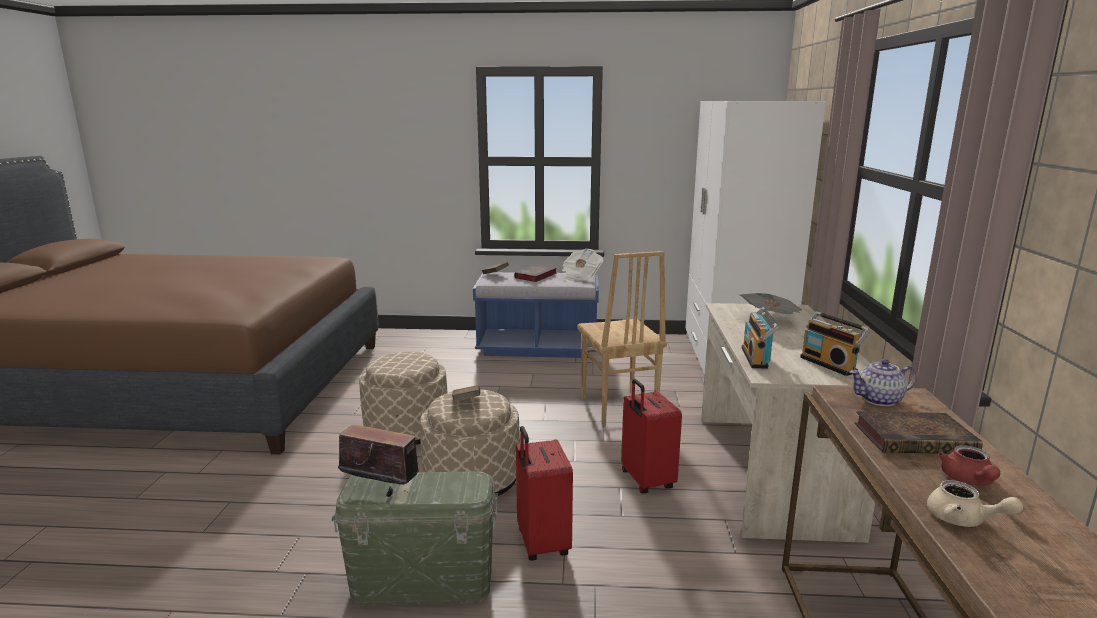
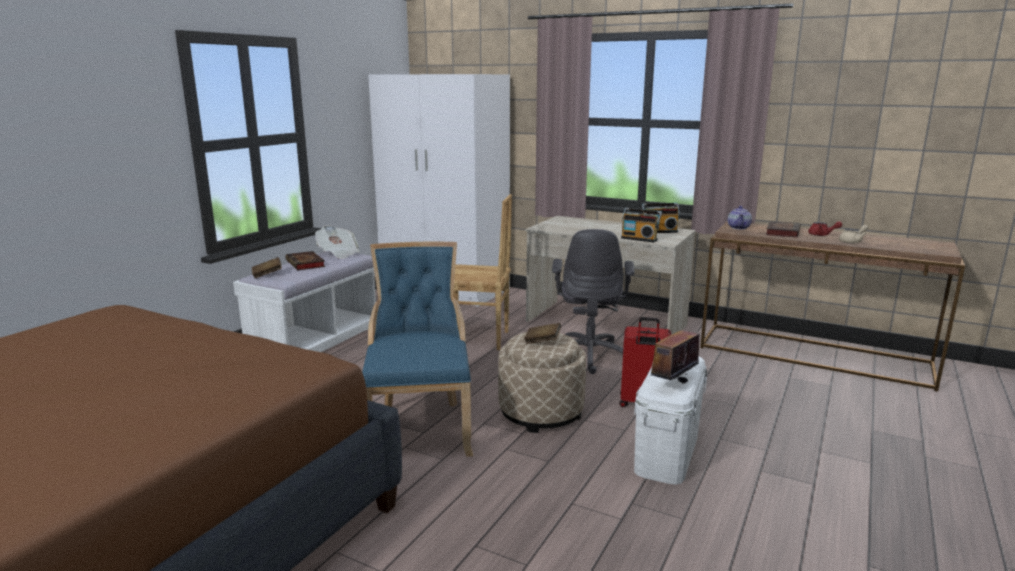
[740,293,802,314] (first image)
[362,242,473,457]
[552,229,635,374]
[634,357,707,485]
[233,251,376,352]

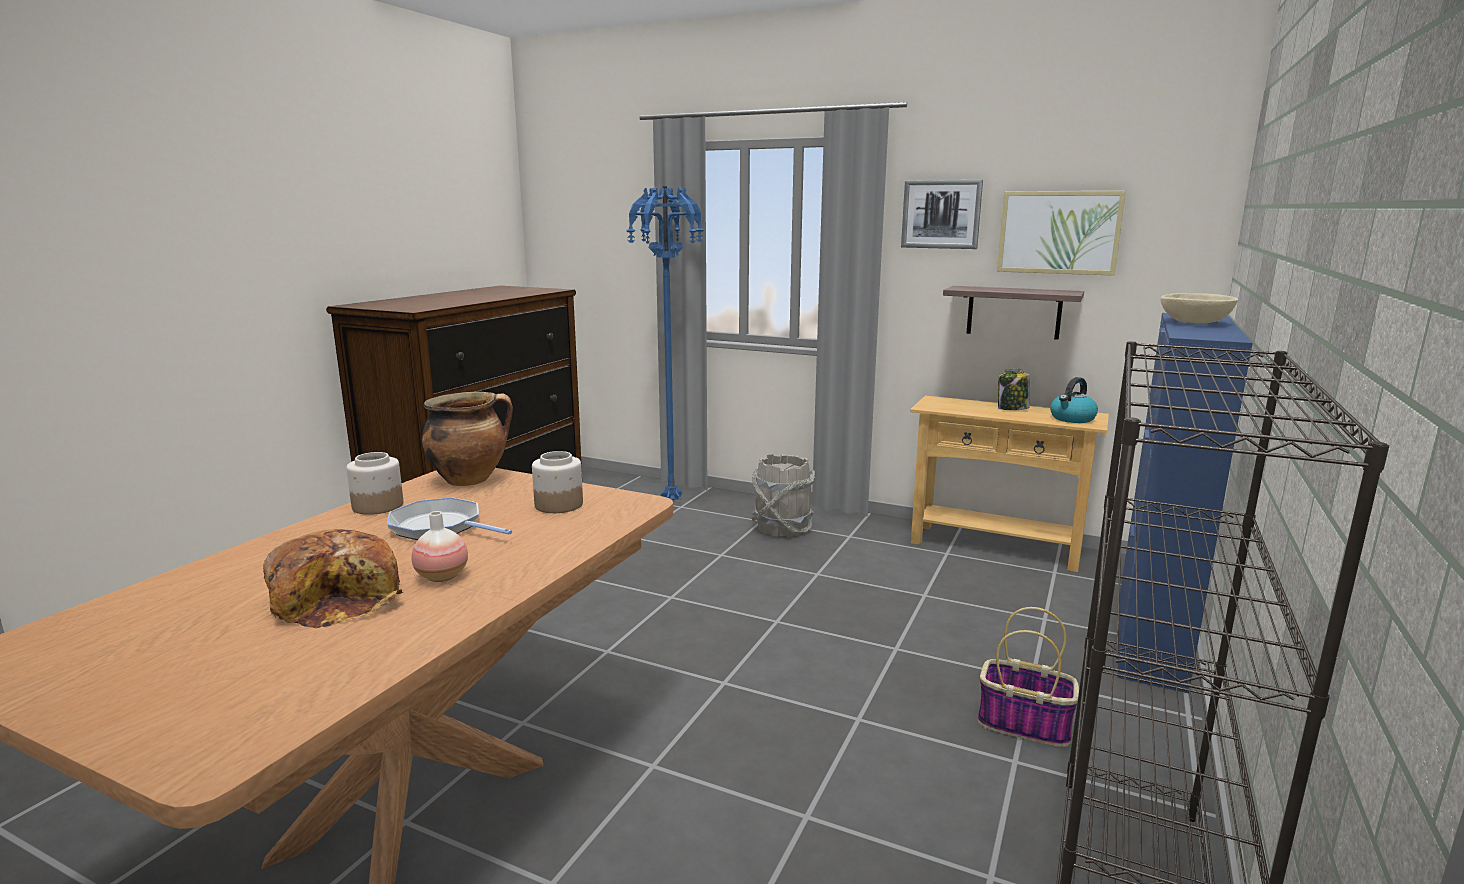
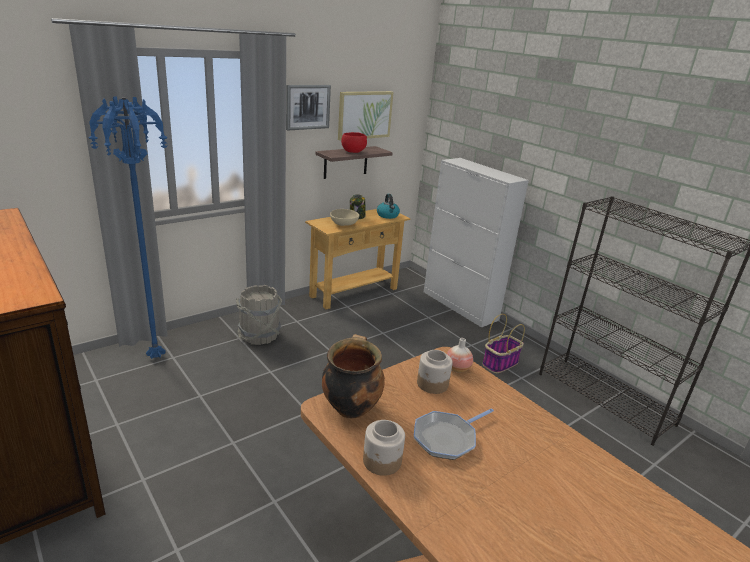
[263,529,403,629] (first image)
[341,132,367,153]
[447,338,473,373]
[330,209,359,226]
[424,158,529,328]

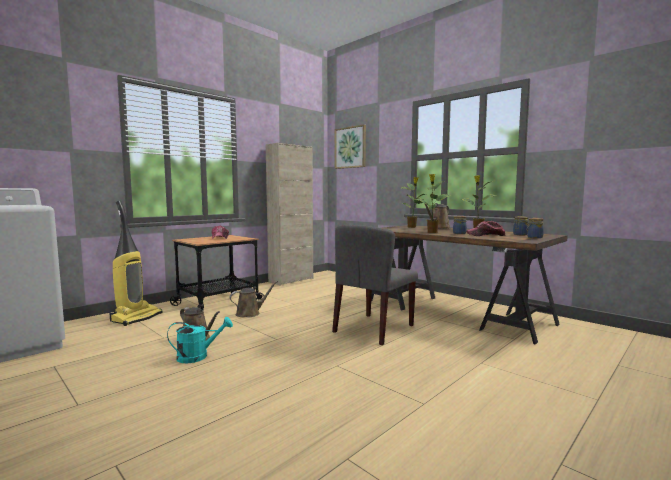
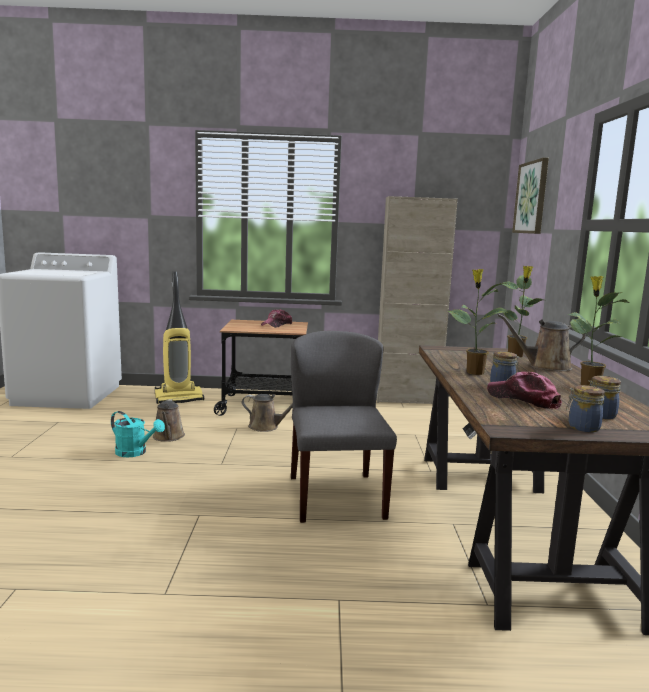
[291,331,397,523]

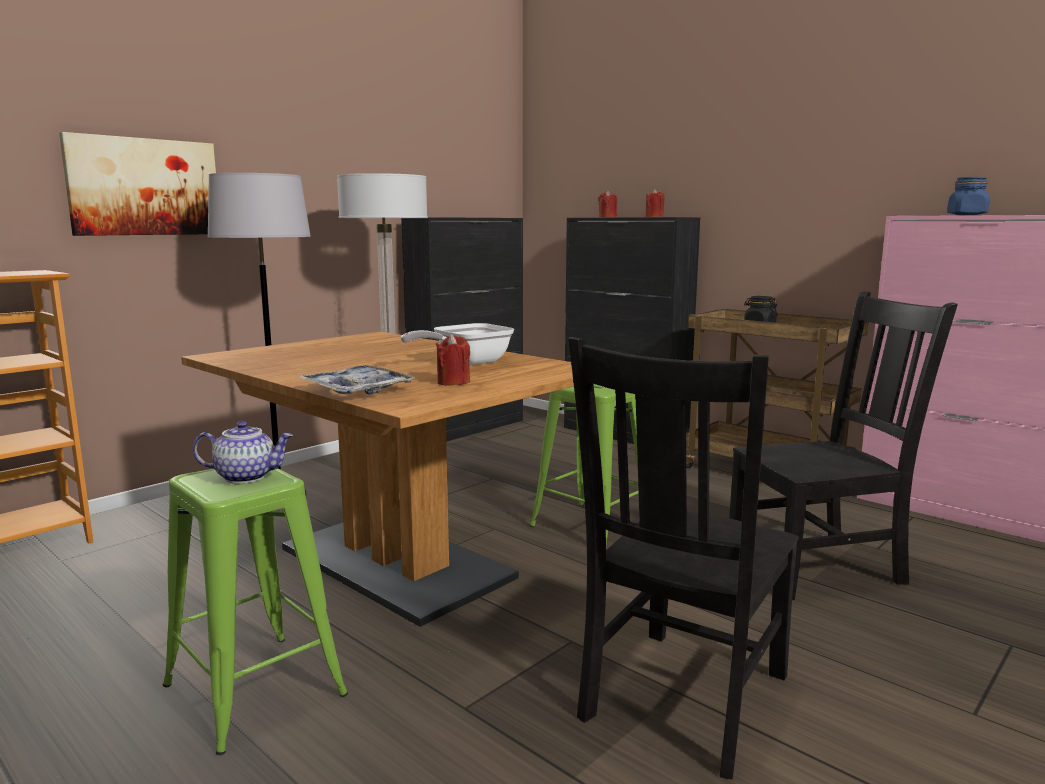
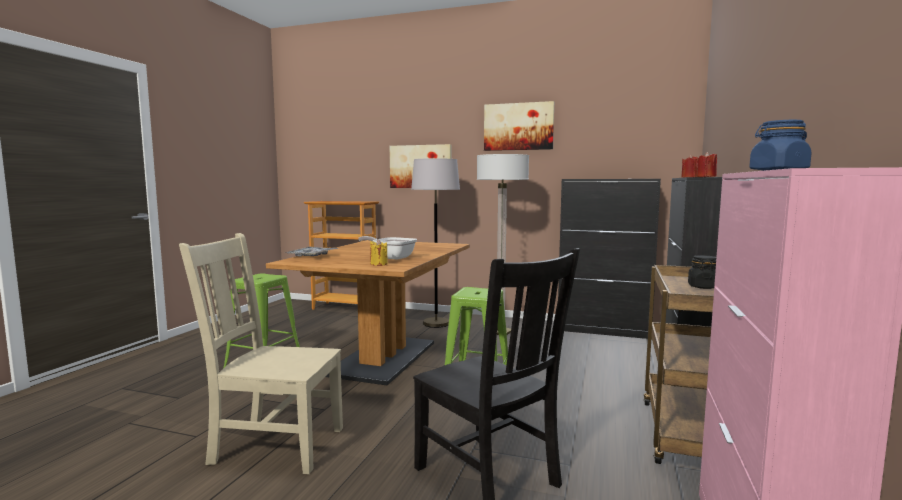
[193,421,293,484] (first image)
[436,334,470,386] (first image)
[370,239,388,266]
[484,101,554,151]
[179,233,343,474]

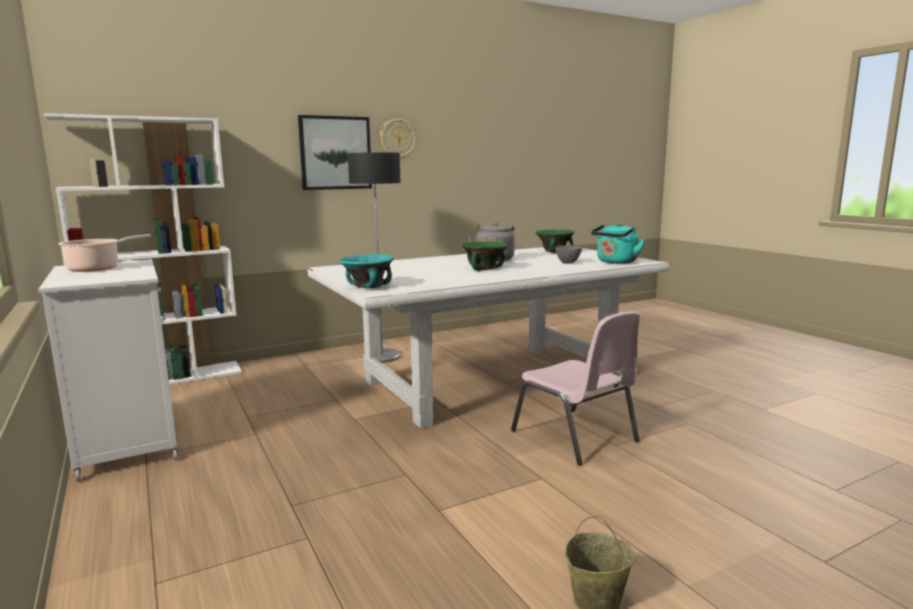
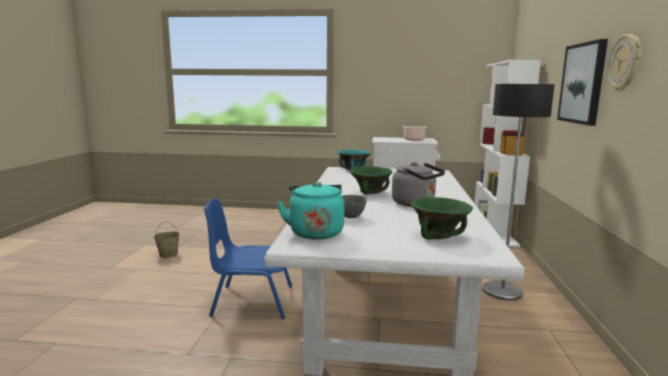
[204,198,292,319]

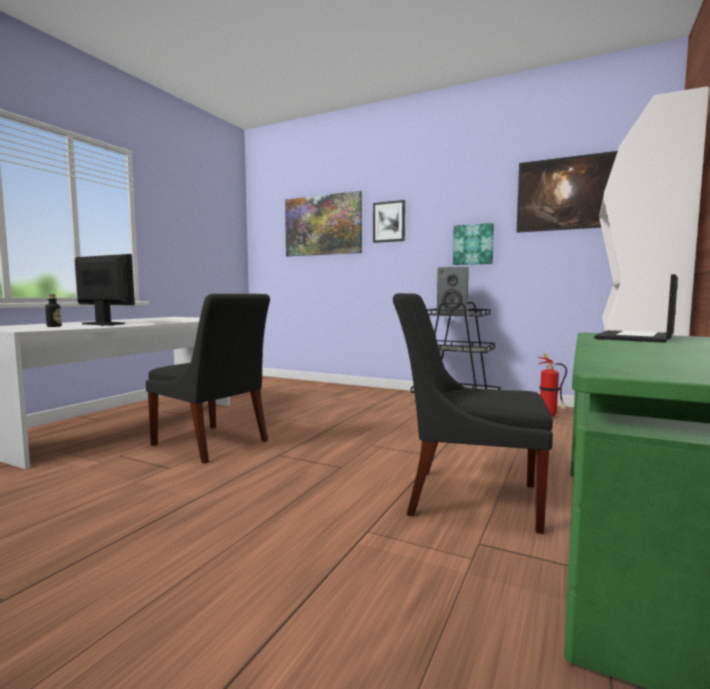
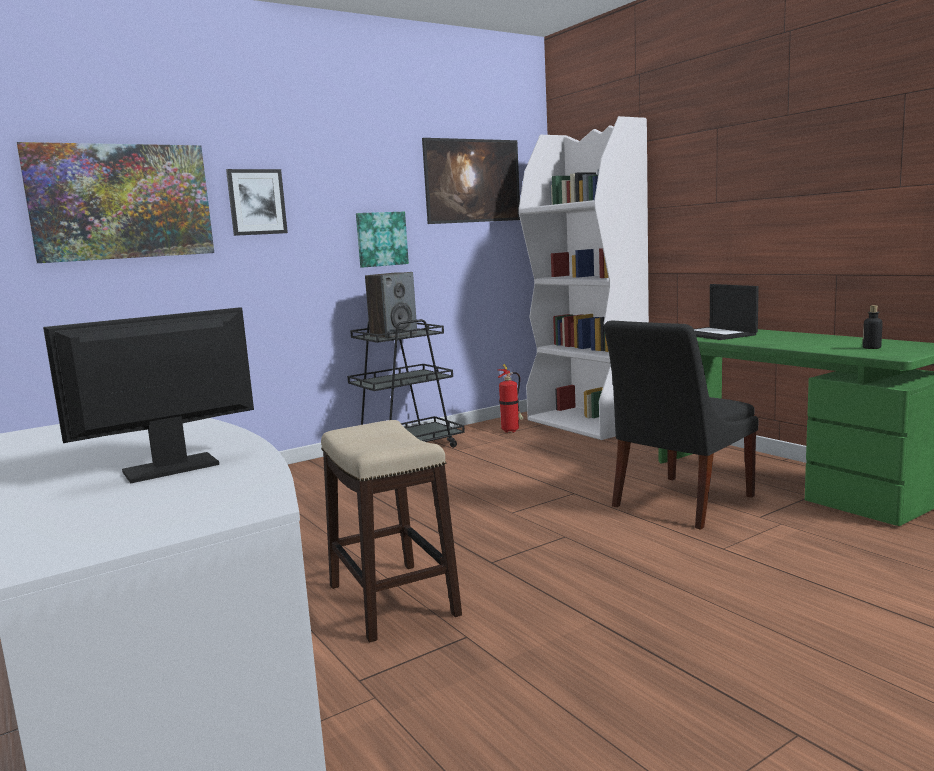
[863,305,883,349]
[321,420,462,642]

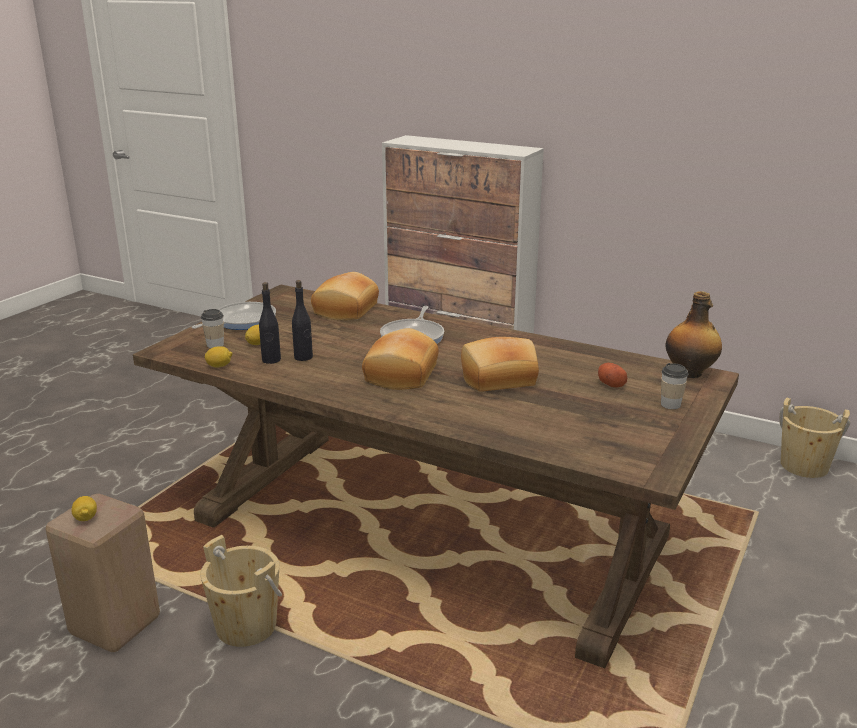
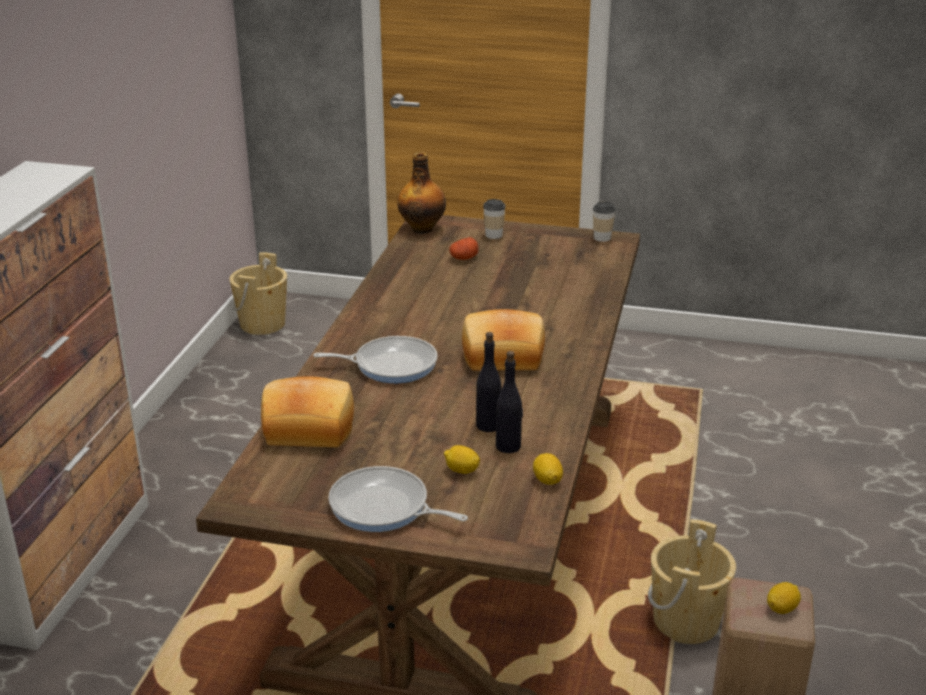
[461,337,539,392] (first image)
[593,202,616,242]

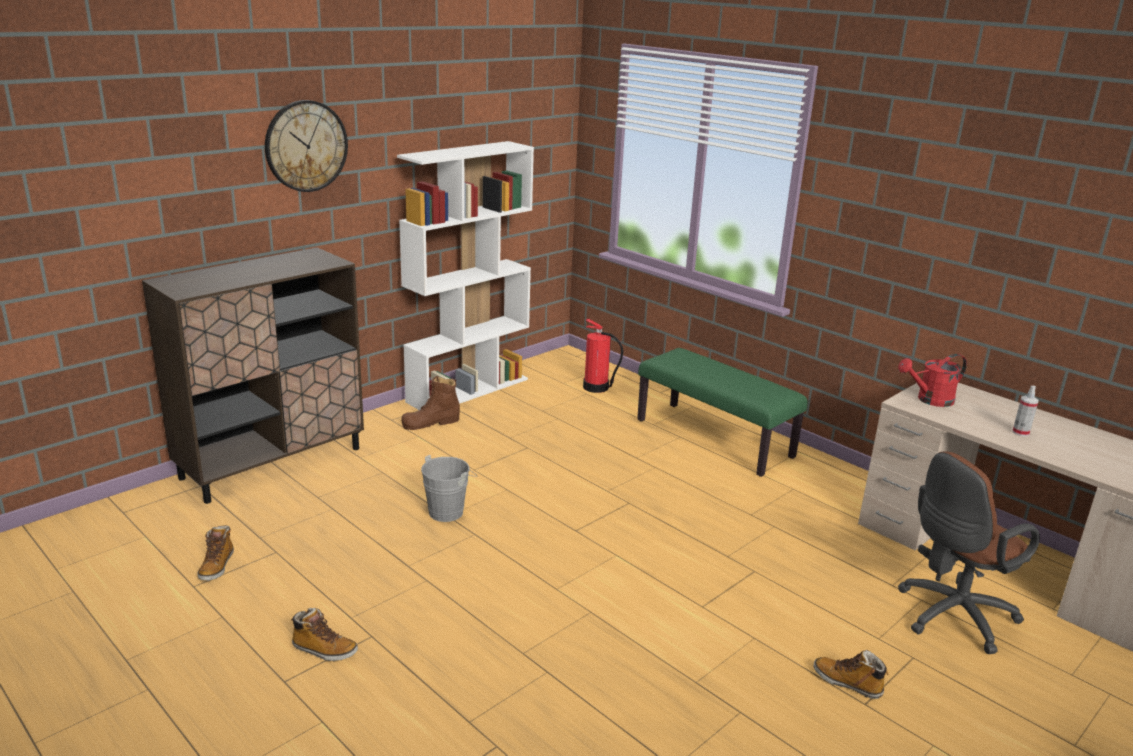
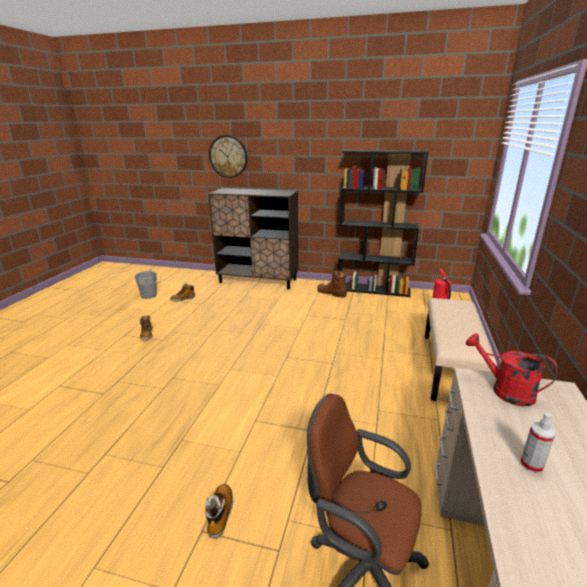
[209,135,247,178]
[134,269,159,299]
[338,150,428,297]
[425,298,497,401]

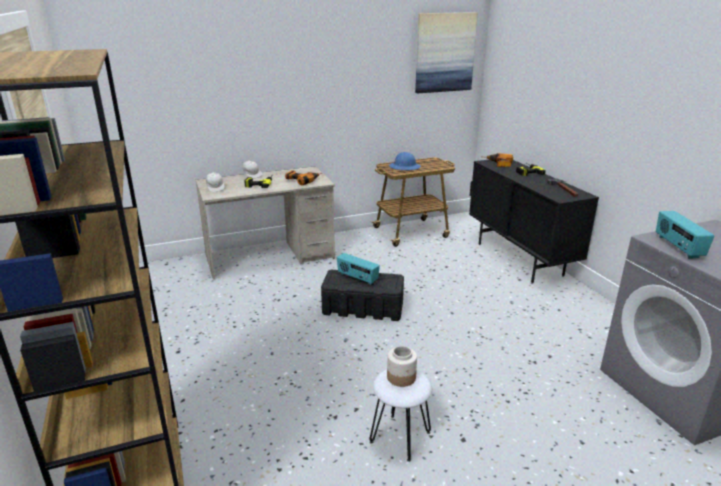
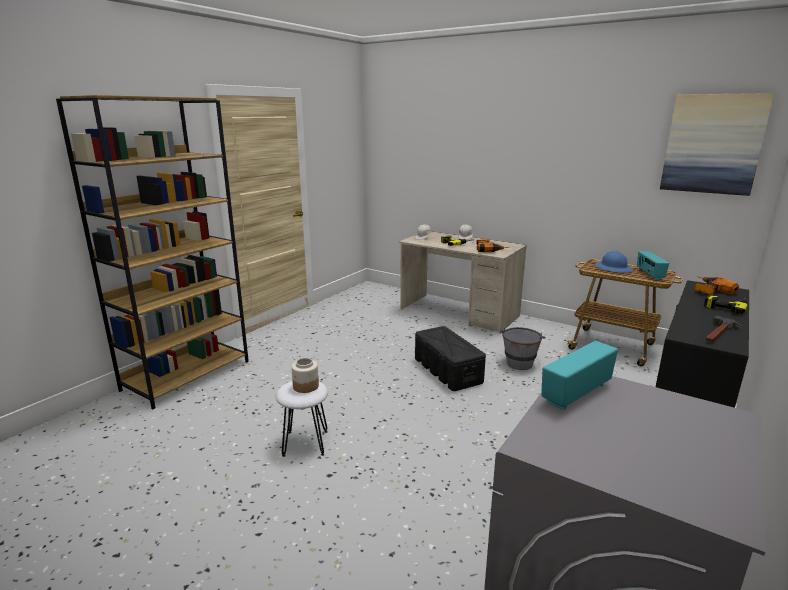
[501,327,546,370]
[637,251,669,280]

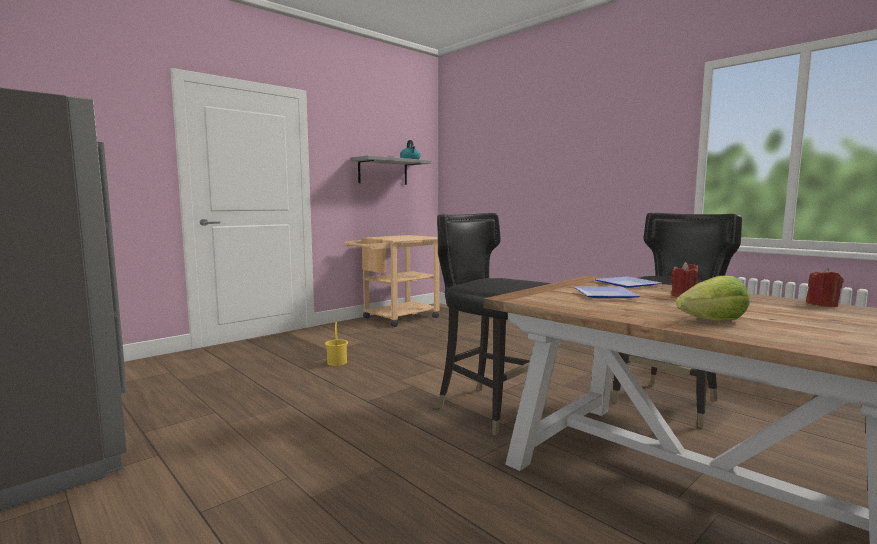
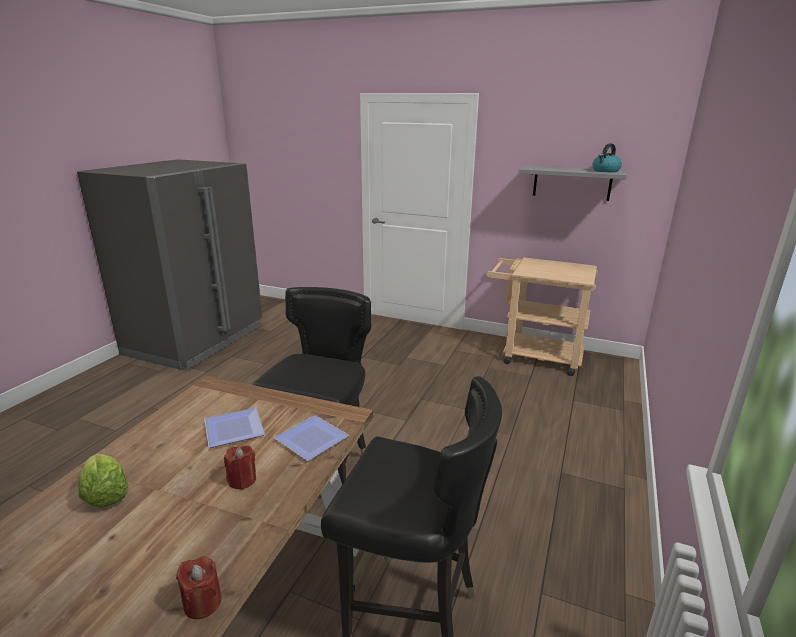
[325,322,348,366] (first image)

